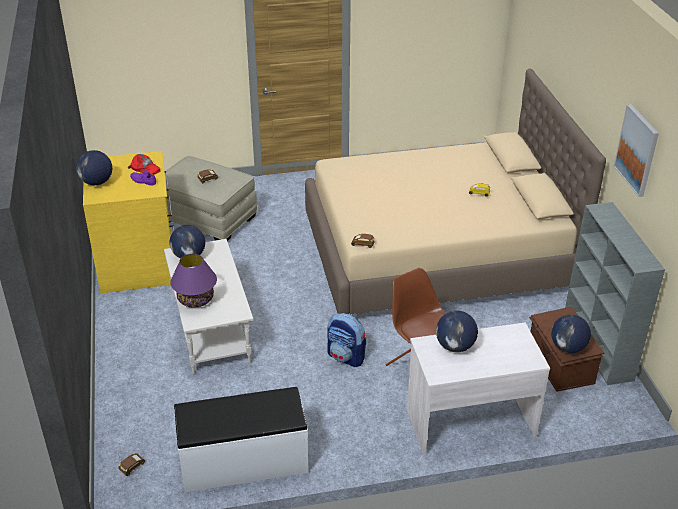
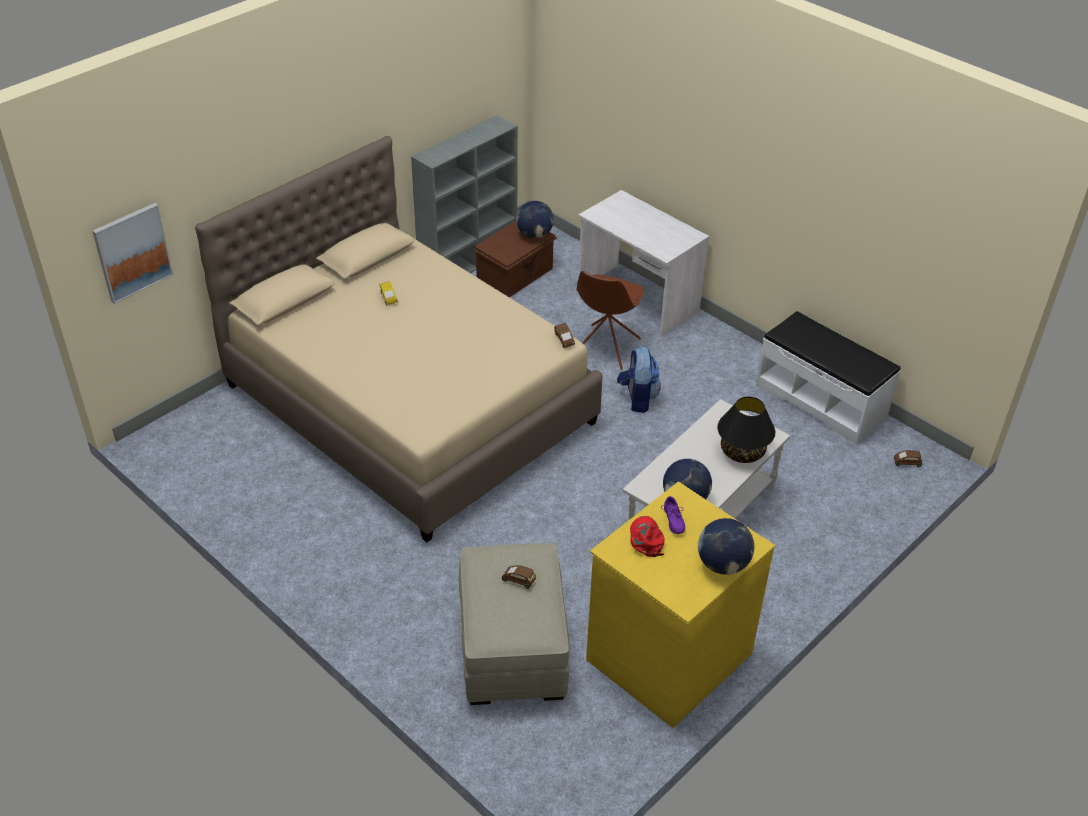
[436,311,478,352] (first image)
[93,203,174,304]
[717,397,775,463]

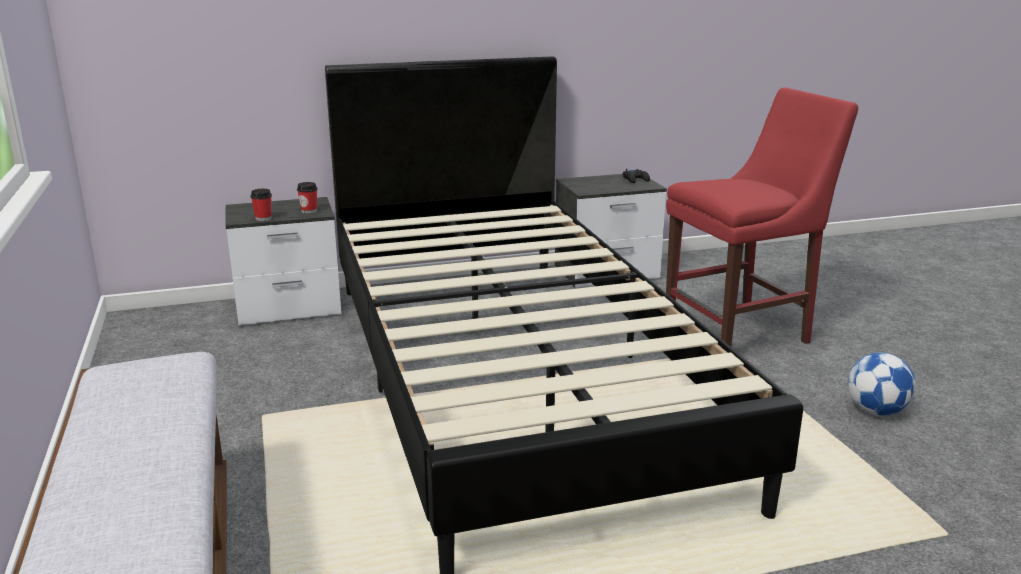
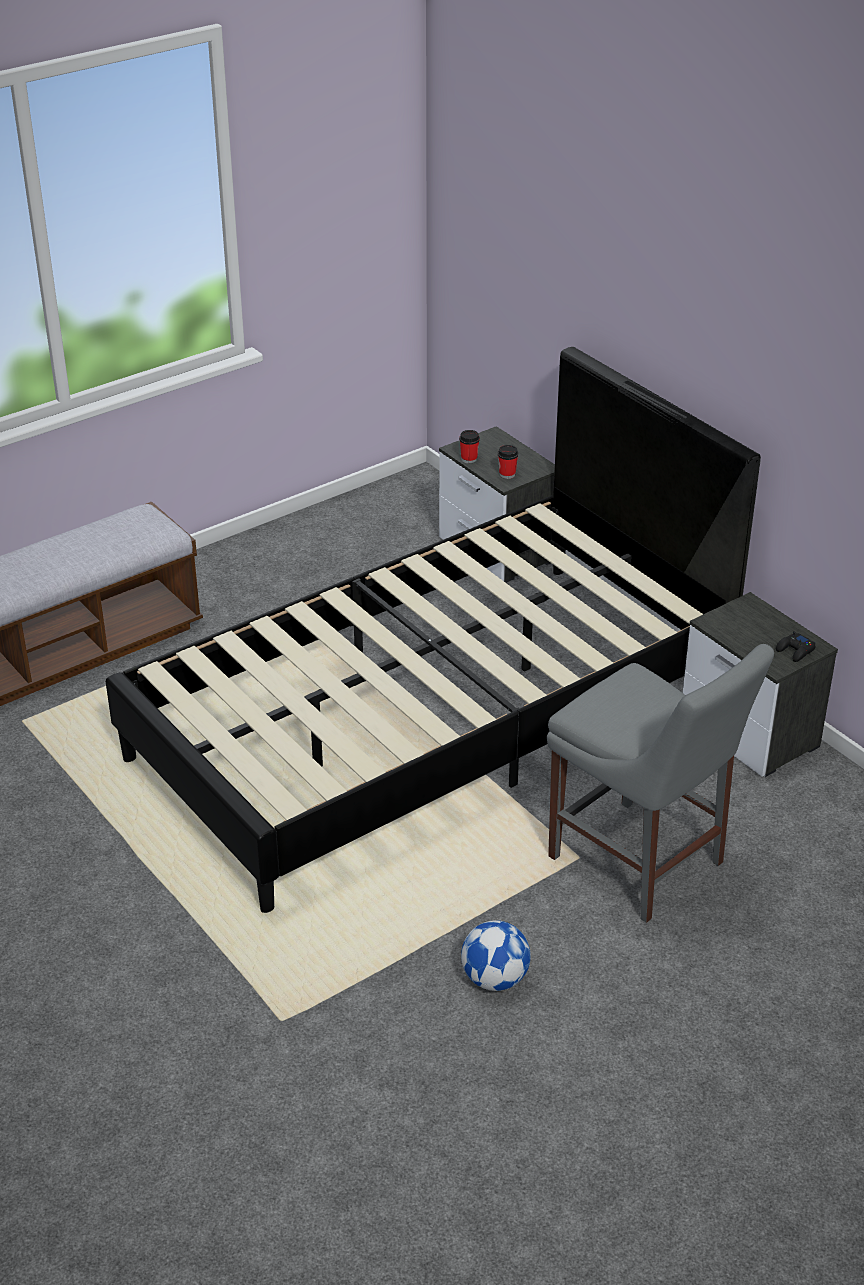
[547,644,774,923]

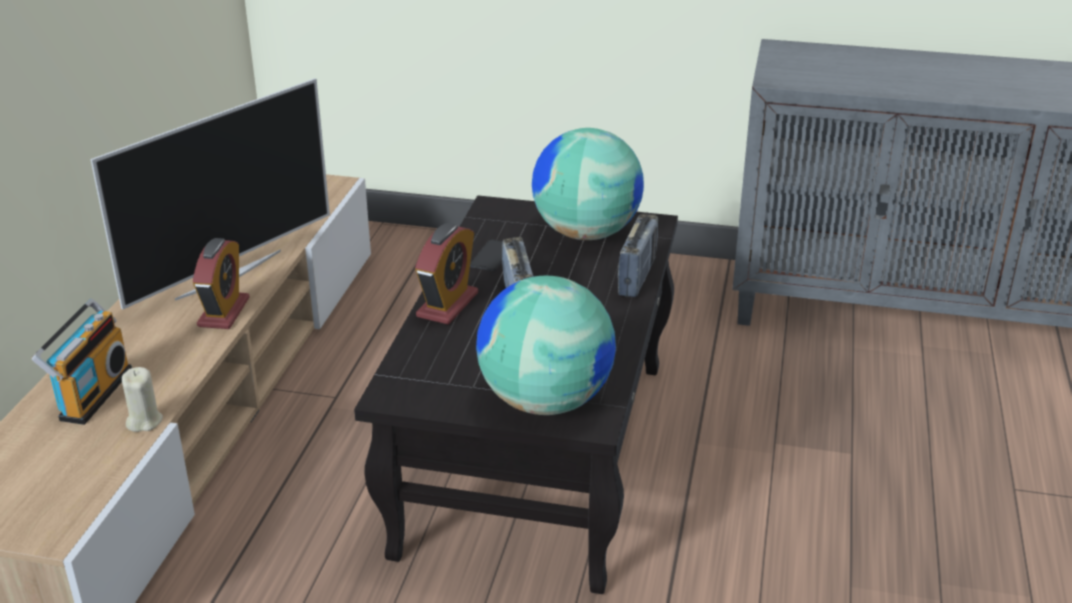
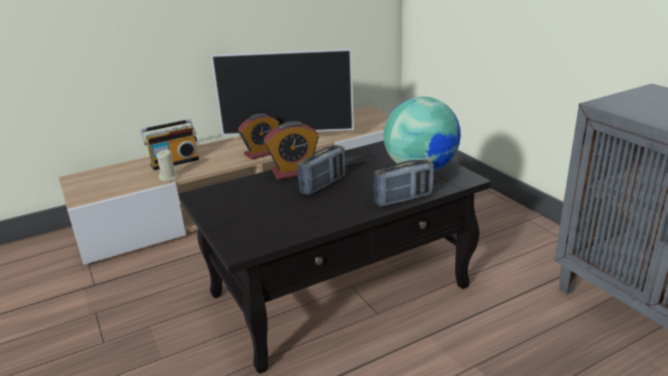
[476,276,616,415] (first image)

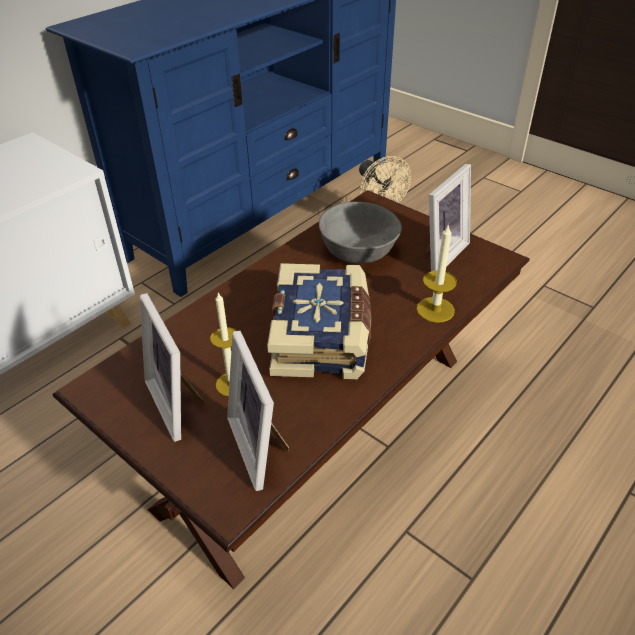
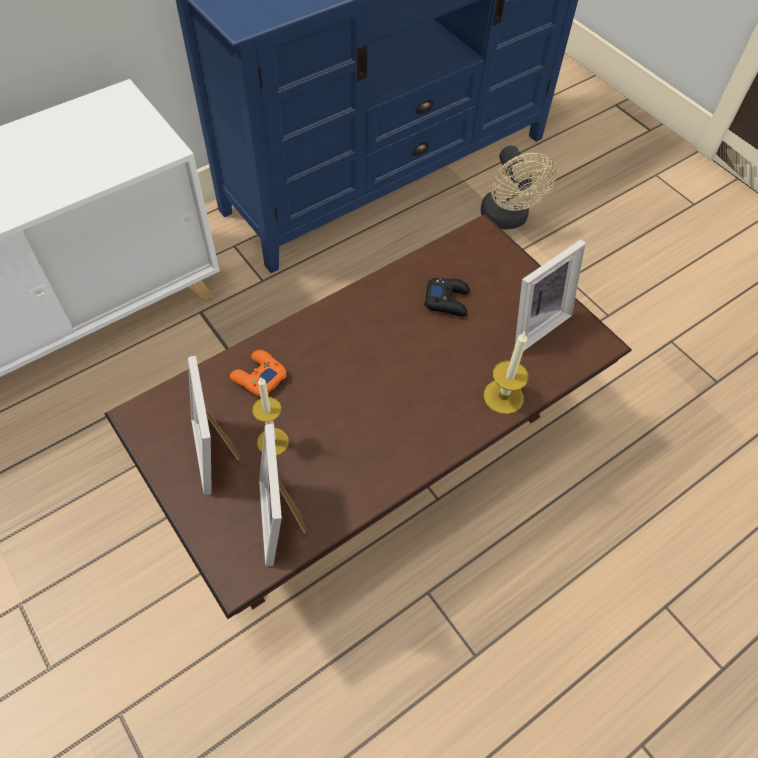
[267,263,371,379] (first image)
[230,350,287,397]
[424,278,470,316]

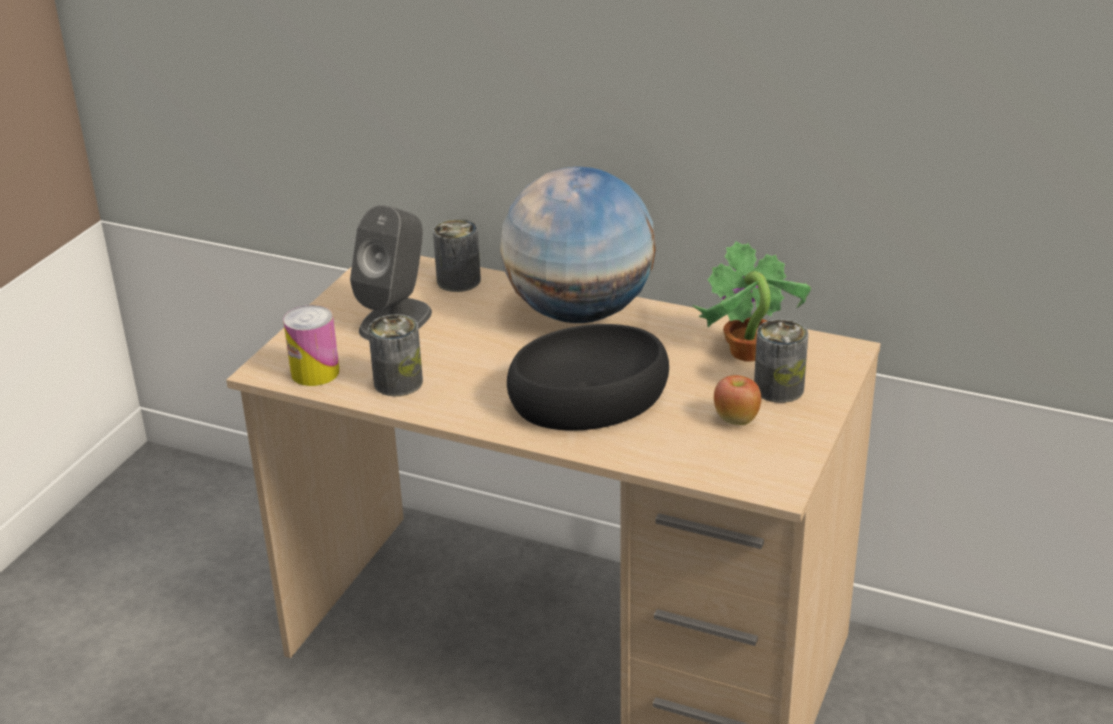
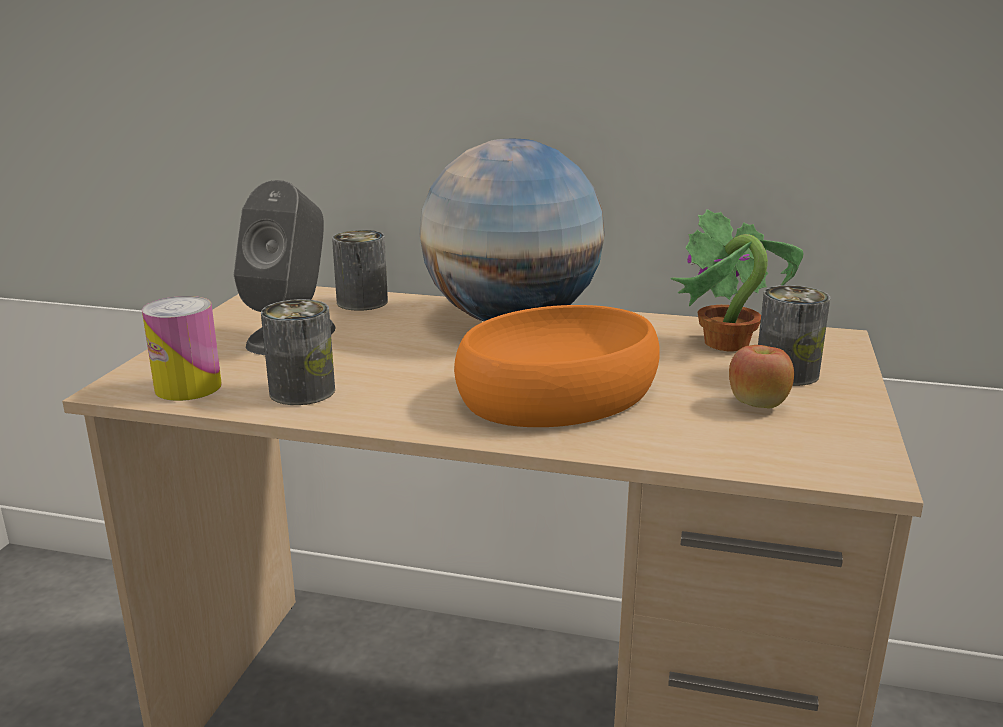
[454,305,660,427]

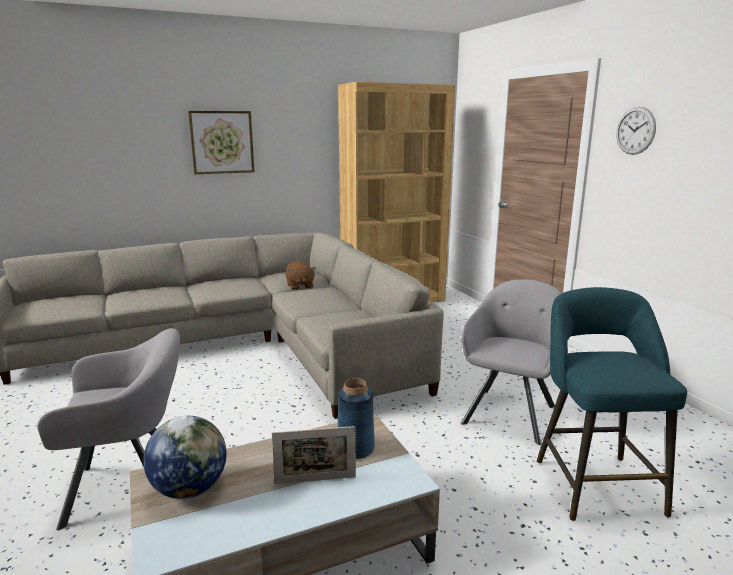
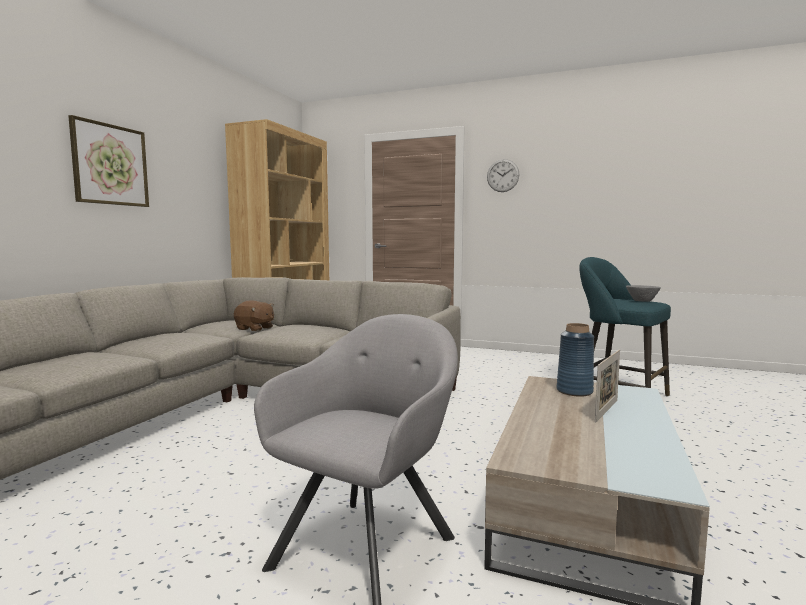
[143,416,227,499] (first image)
[461,279,562,445] (first image)
[626,285,661,302]

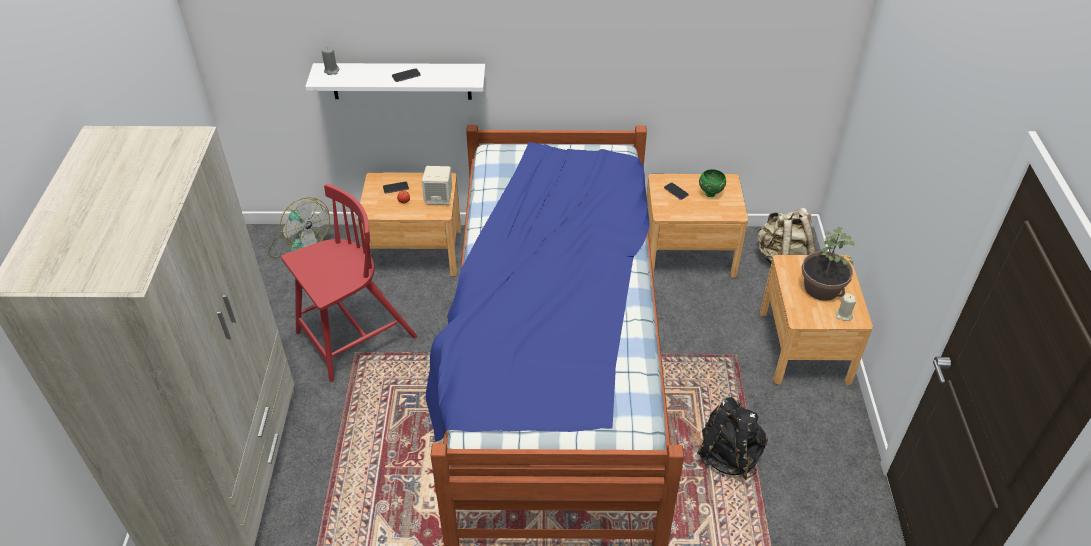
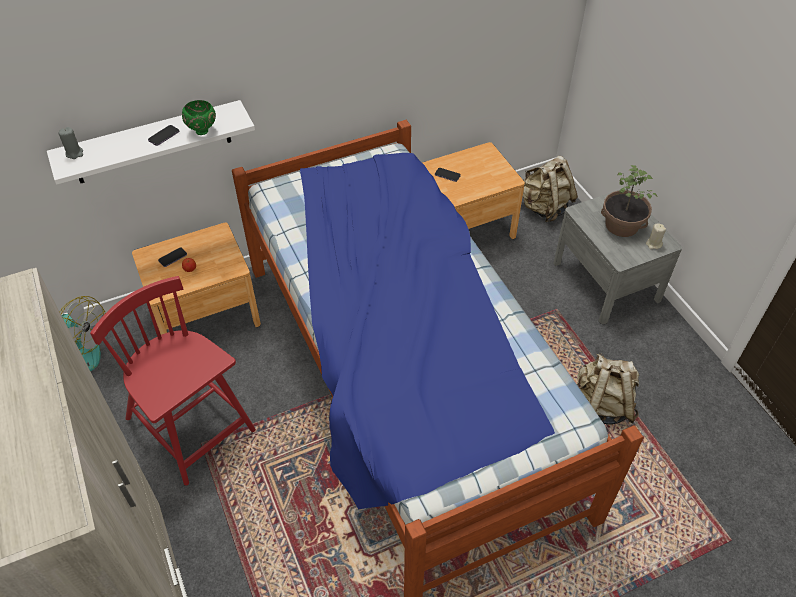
[422,166,452,205] (first image)
[182,100,216,135]
[577,353,639,425]
[554,188,682,324]
[90,276,256,486]

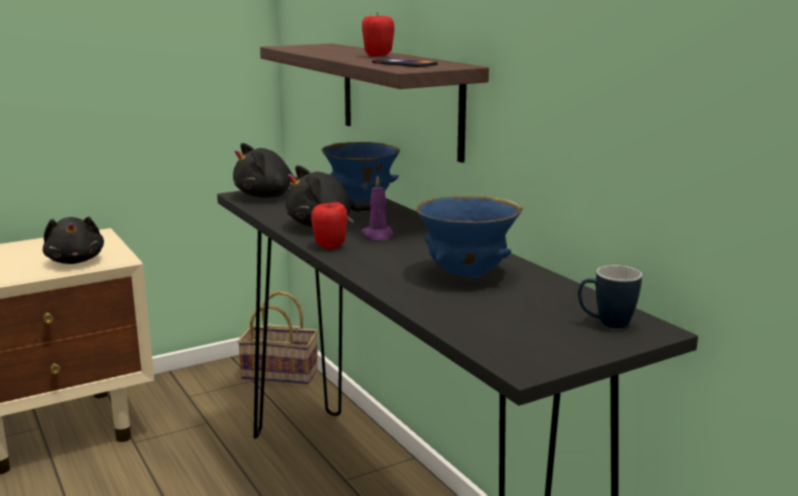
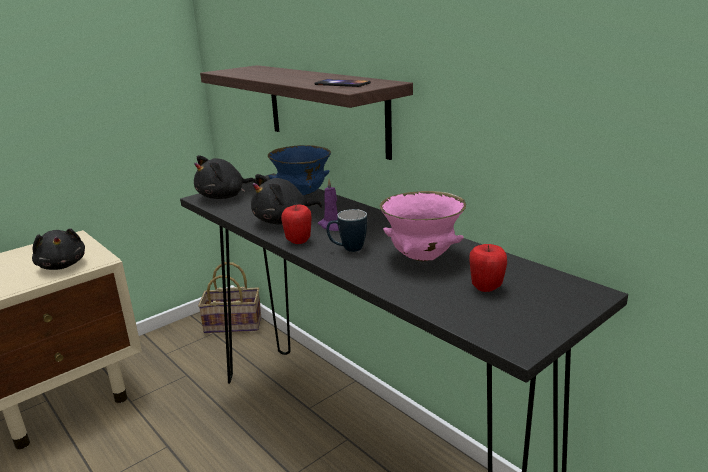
[469,244,507,292]
[326,209,367,252]
[380,191,466,261]

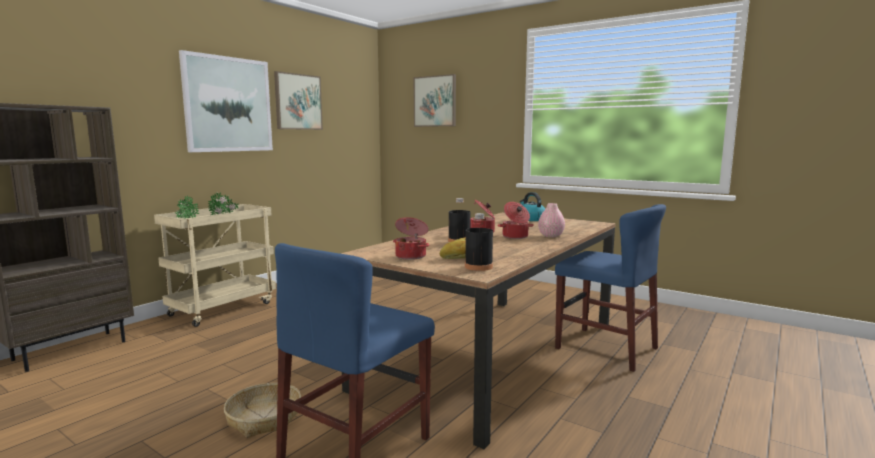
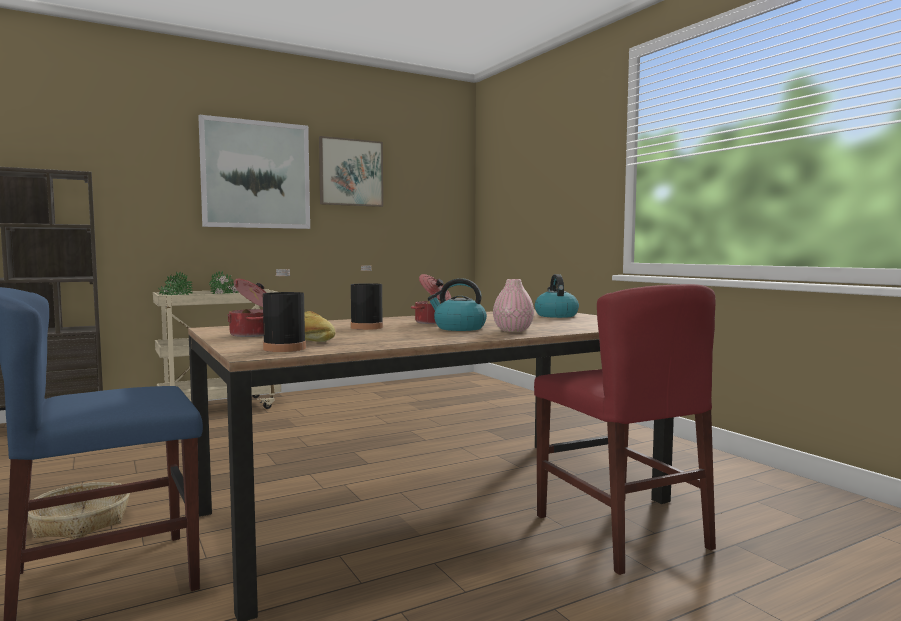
[414,74,456,127] (first image)
[428,278,487,331]
[534,284,716,575]

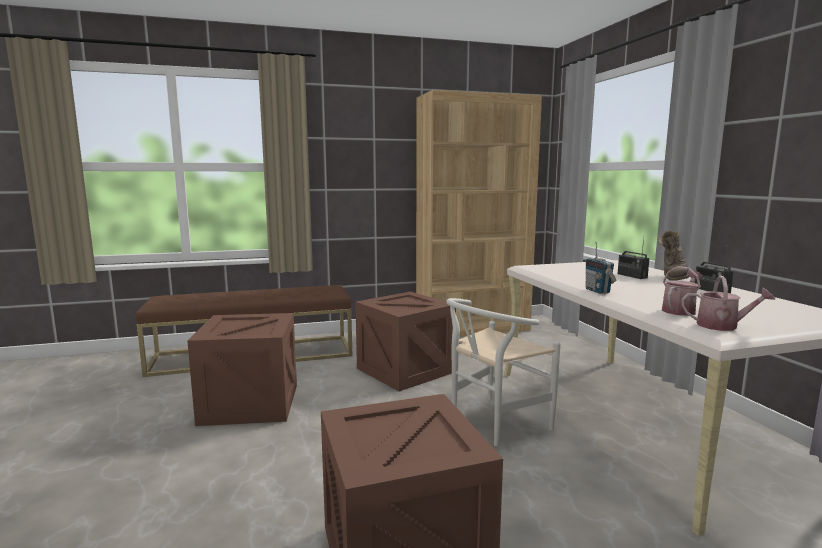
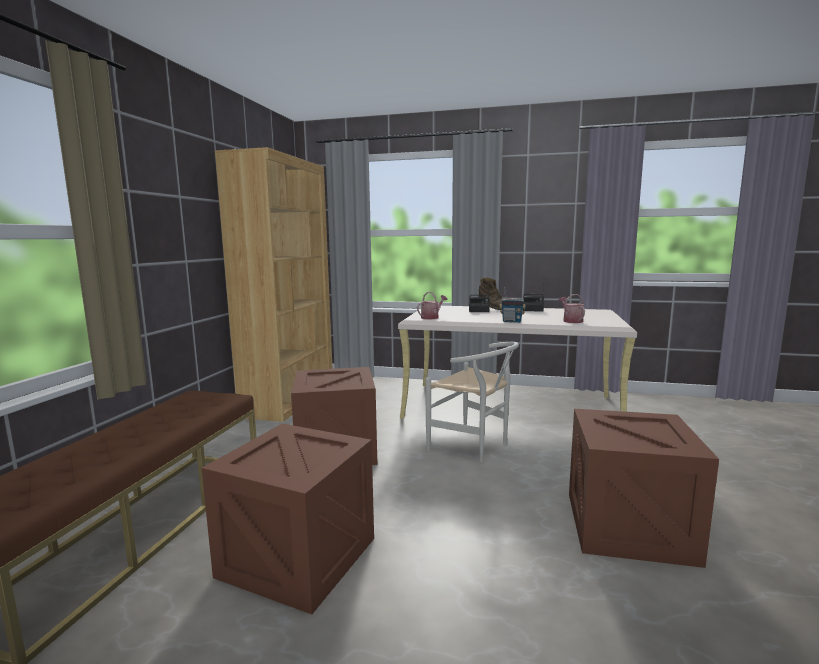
[417,292,447,319]
[425,342,519,462]

